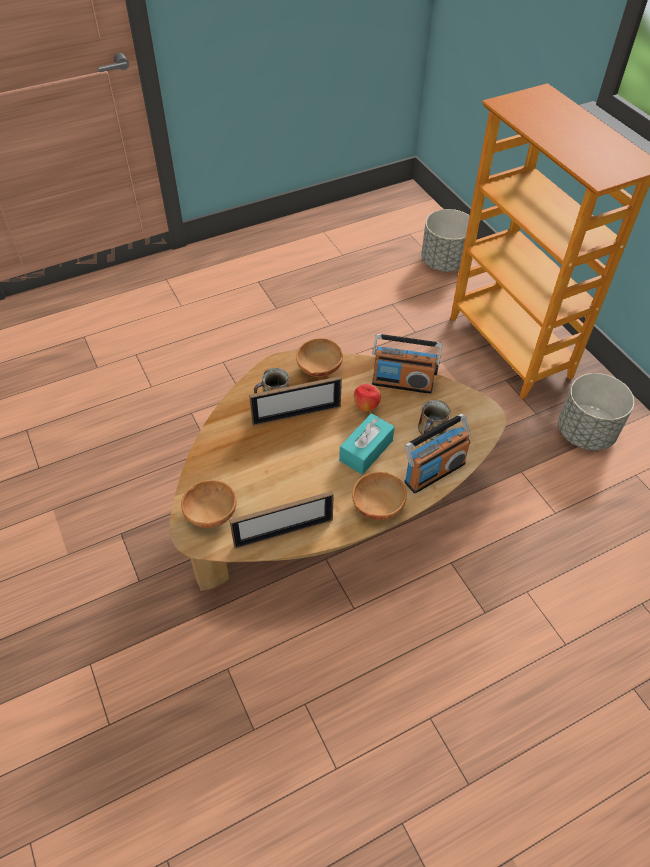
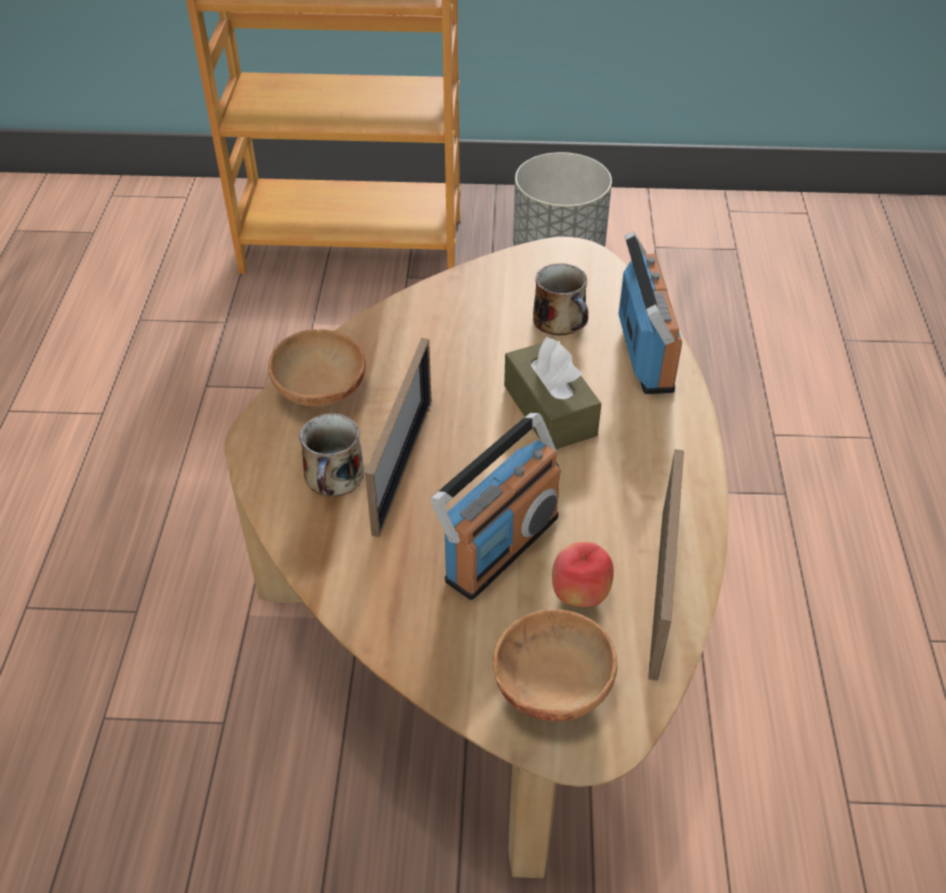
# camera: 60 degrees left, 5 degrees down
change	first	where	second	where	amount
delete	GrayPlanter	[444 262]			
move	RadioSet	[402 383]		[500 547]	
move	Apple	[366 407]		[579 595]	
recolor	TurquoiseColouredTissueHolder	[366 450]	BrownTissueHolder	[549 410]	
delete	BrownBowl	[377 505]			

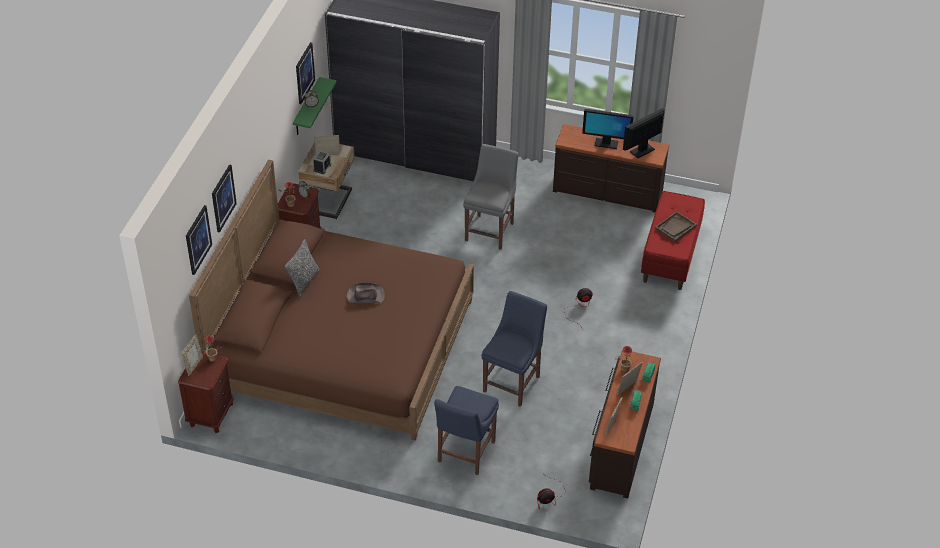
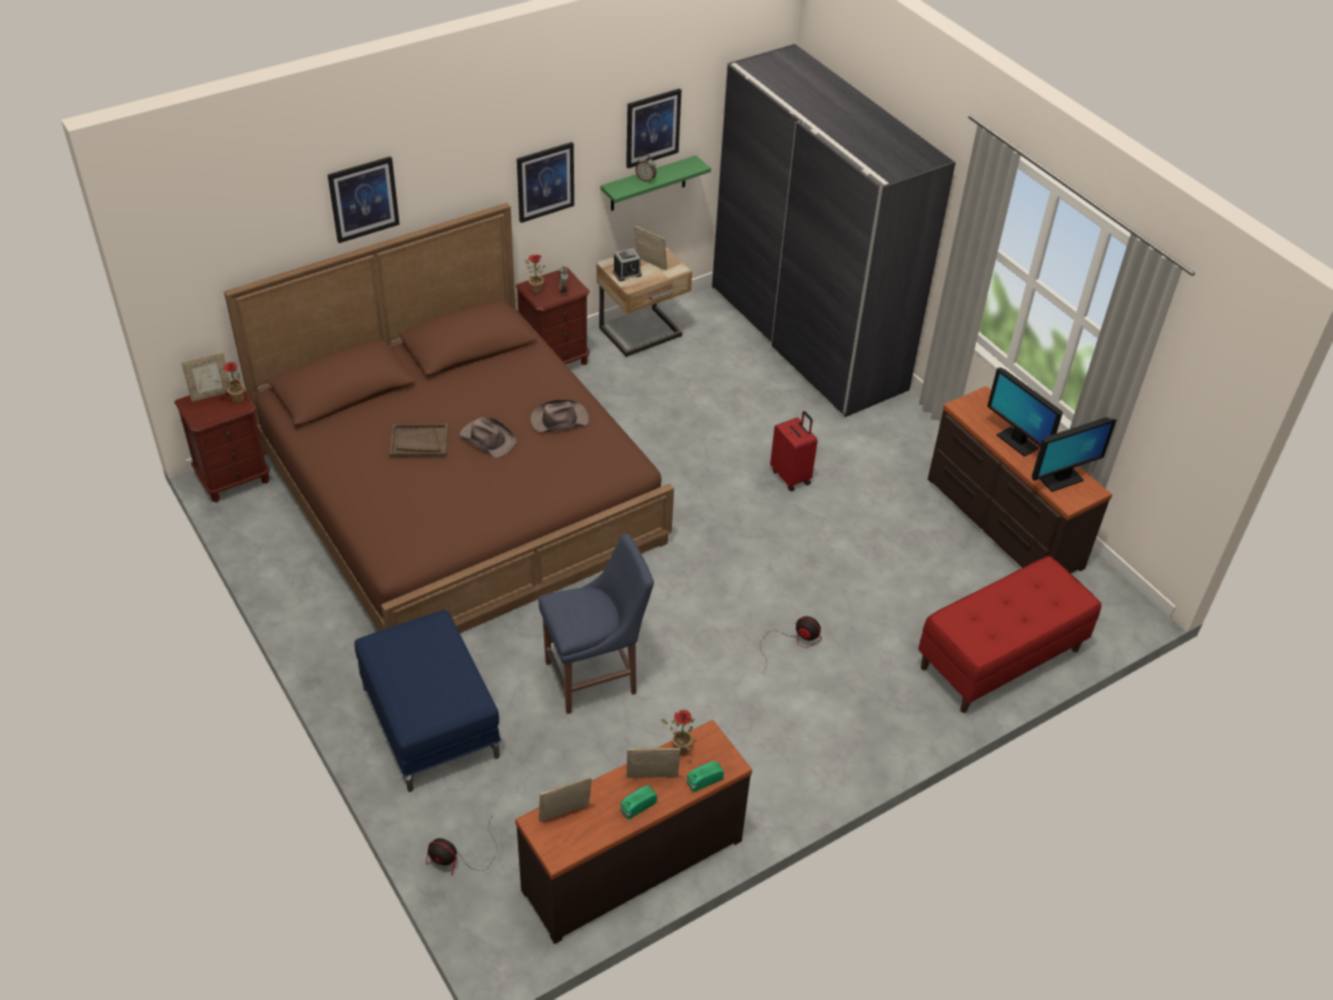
# camera: 40 degrees right, 0 degrees up
change	first	where	second	where	amount
rotate	ComputerScreen	[642 150]		[1060 479]	150 degrees clockwise
replace	GrayUprightChair	[490 230]	RedColouredPieceOfLuggage	[791 476]	
move	WallPicture	[198 239]		[545 182]	
move	BrownTray	[675 227]		[419 442]	
delete	ThrowPillow	[304 282]			
replace	BlueColouredUprightChair	[464 454]	BlueColouredFootrest	[429 722]	
insert			BrownClothingHat	[558 420]	

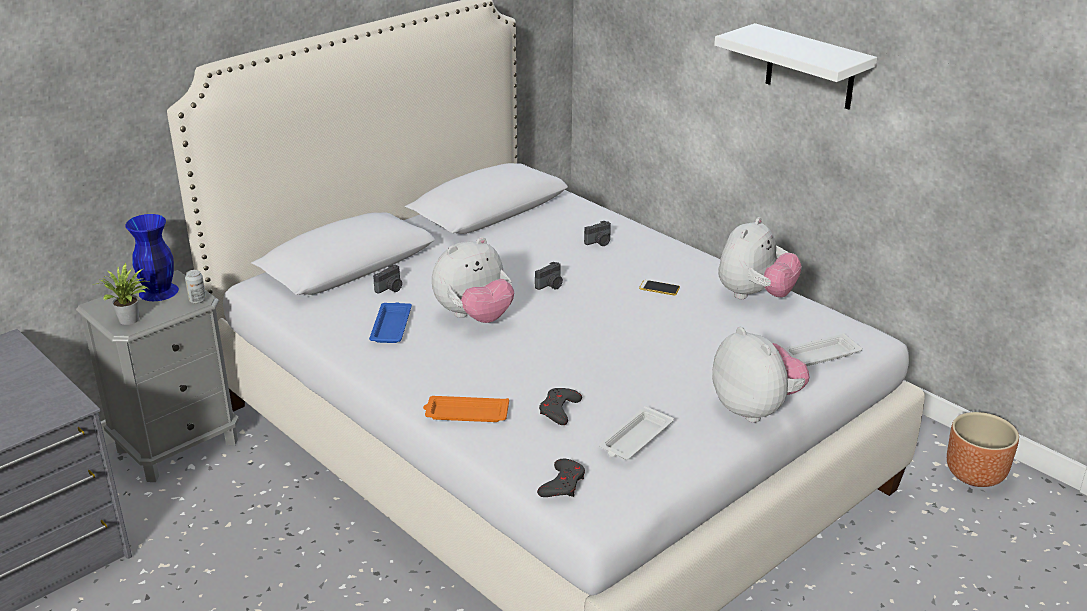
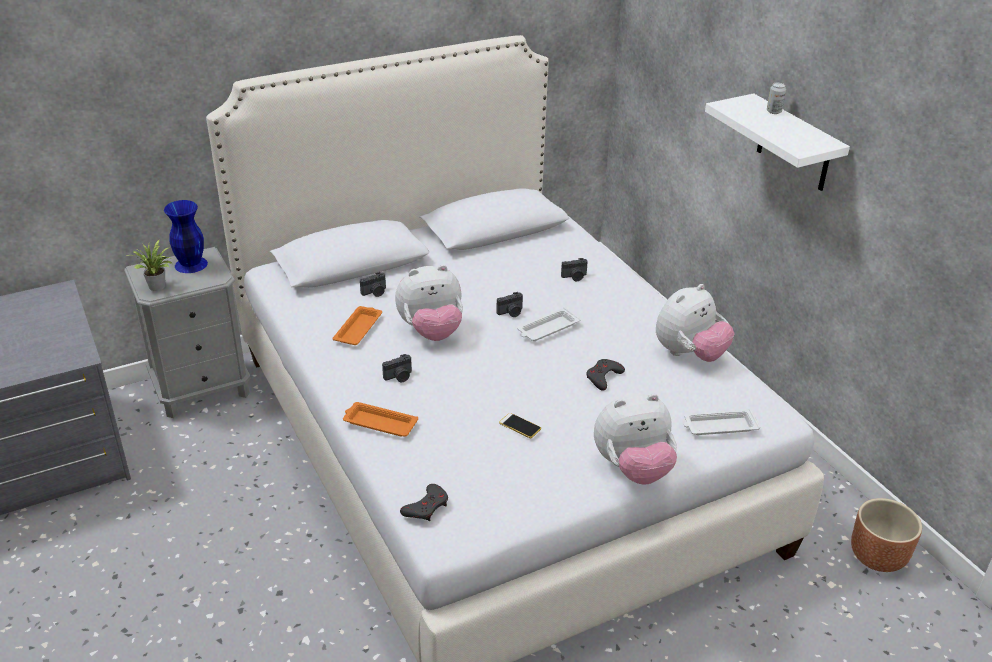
# camera: 15 degrees right, 5 degrees up
change	first	where	second	where	amount
move	Can	[197 300]		[774 111]	
move	Handset	[659 288]		[520 426]	
recolor	BlueColouredTray	[391 326]	OrangeColouredTray	[358 329]	
rotate	PlushToy	[756 409]		[633 469]	90 degrees clockwise
move	GrayJoypad	[559 410]		[603 377]	
move	WhitishTray	[635 439]		[547 329]	
insert			StillCamera	[399 377]	

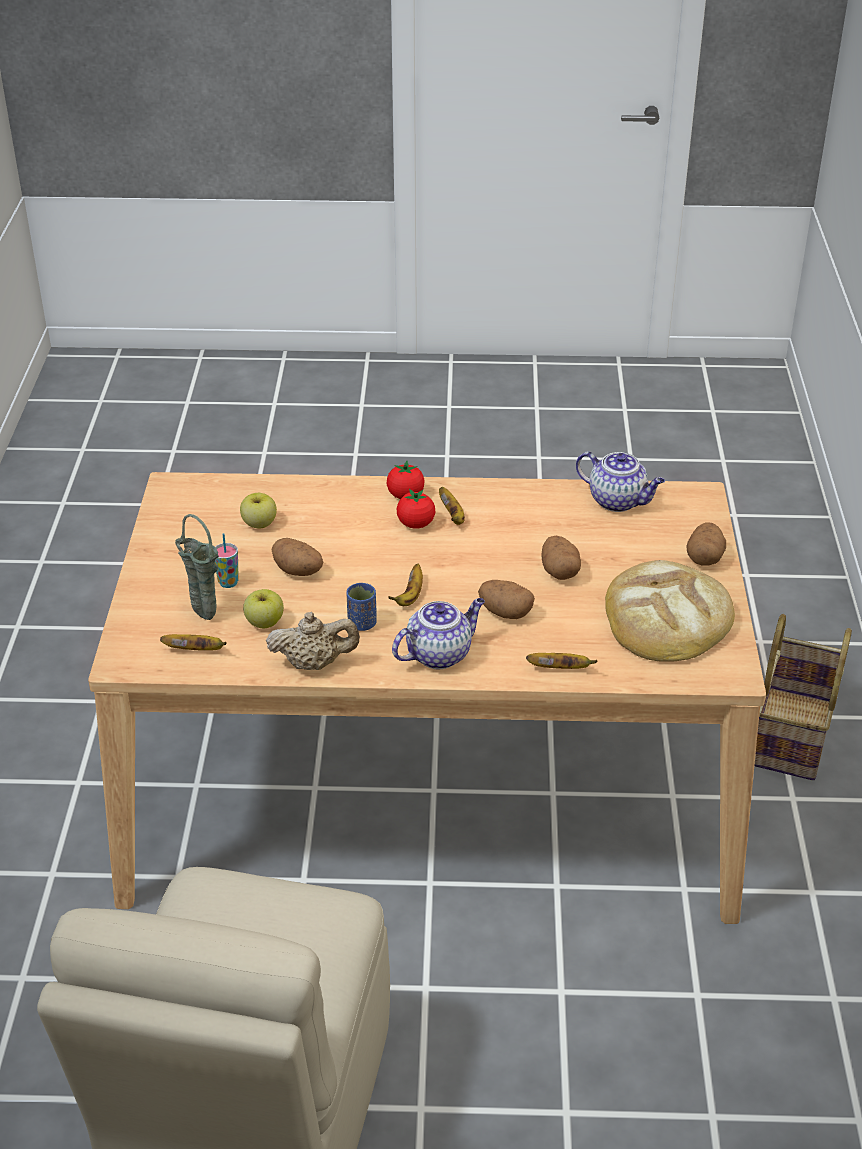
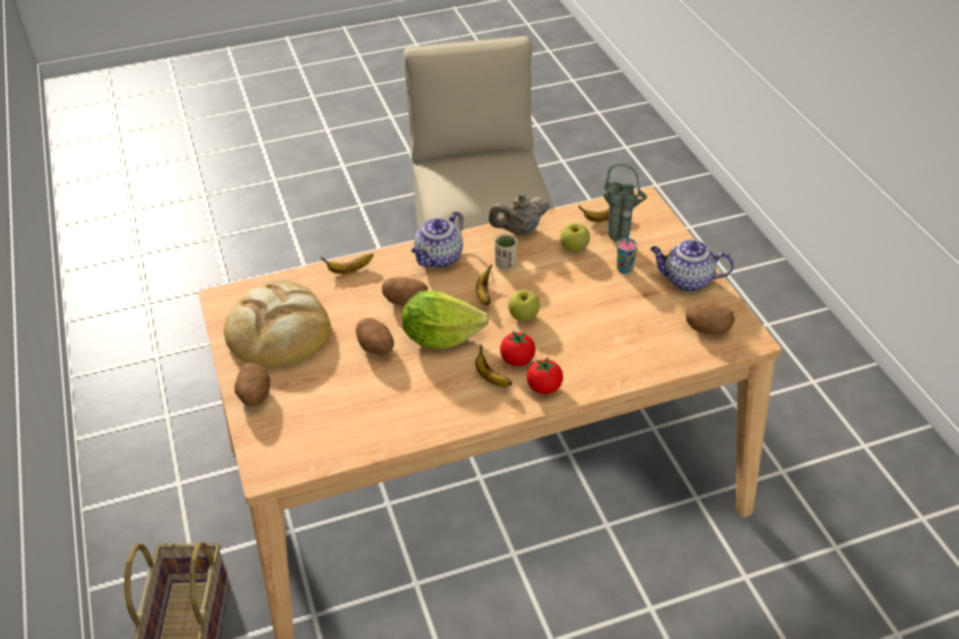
# camera: 160 degrees right, 5 degrees up
change	first	where	second	where	amount
move	TeaPot	[618 501]		[686 281]	
move	Apple	[259 524]		[524 316]	
move	Spud	[299 571]		[707 329]	
recolor	BlueColouredDrinkingCup	[362 624]	BeigeDrinkingCup	[506 265]	
insert			Lettuce	[441 337]	

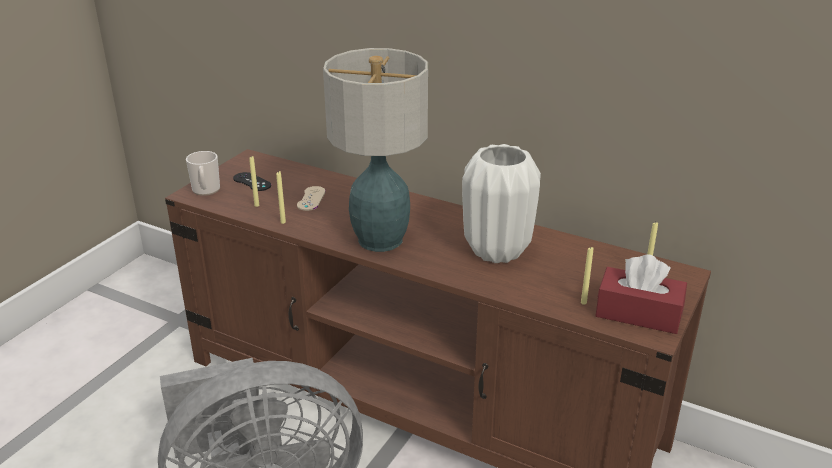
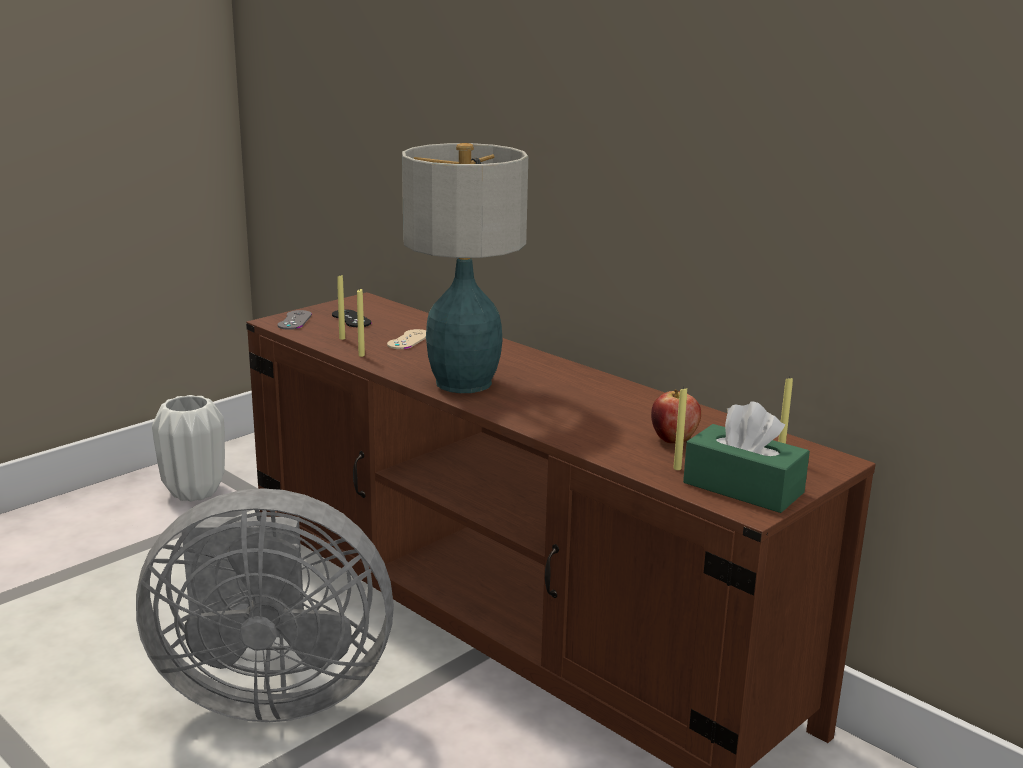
# camera: 15 degrees right, 10 degrees down
change	first	where	second	where	amount
move	WhitishVase	[497 252]		[194 492]	
replace	Mug	[206 190]	GrayJoypad	[294 320]	
recolor	RedColouredTissueHolder	[638 313]	GreenishTissueHolder	[743 488]	
insert			Apple	[673 440]	

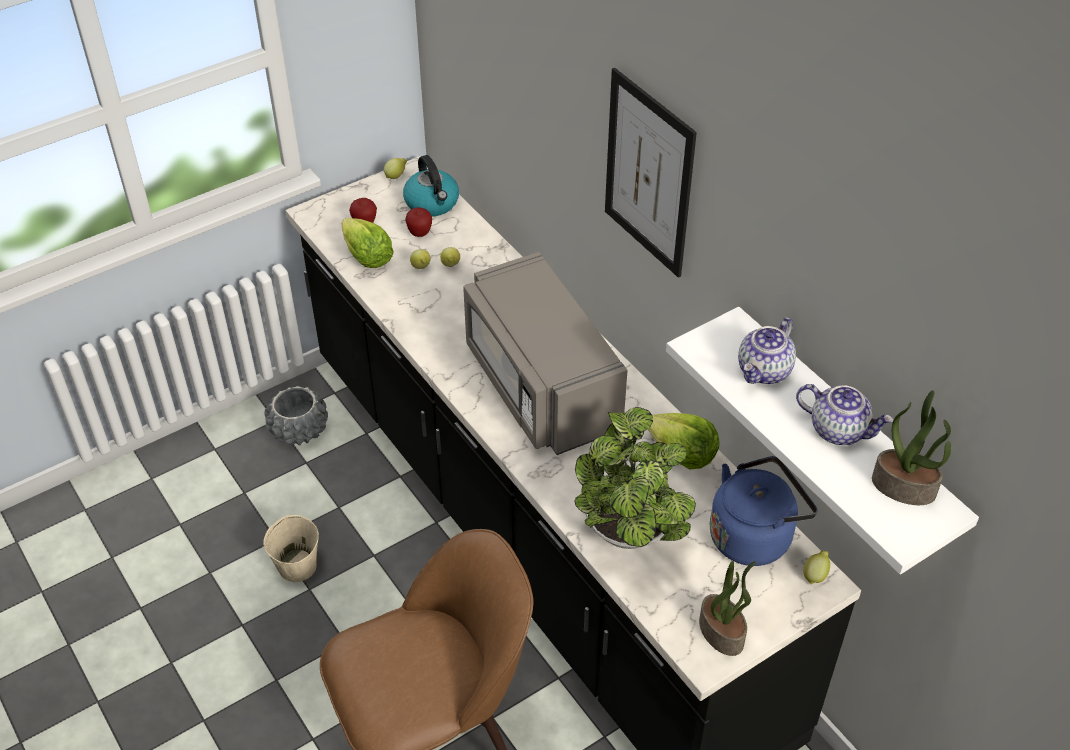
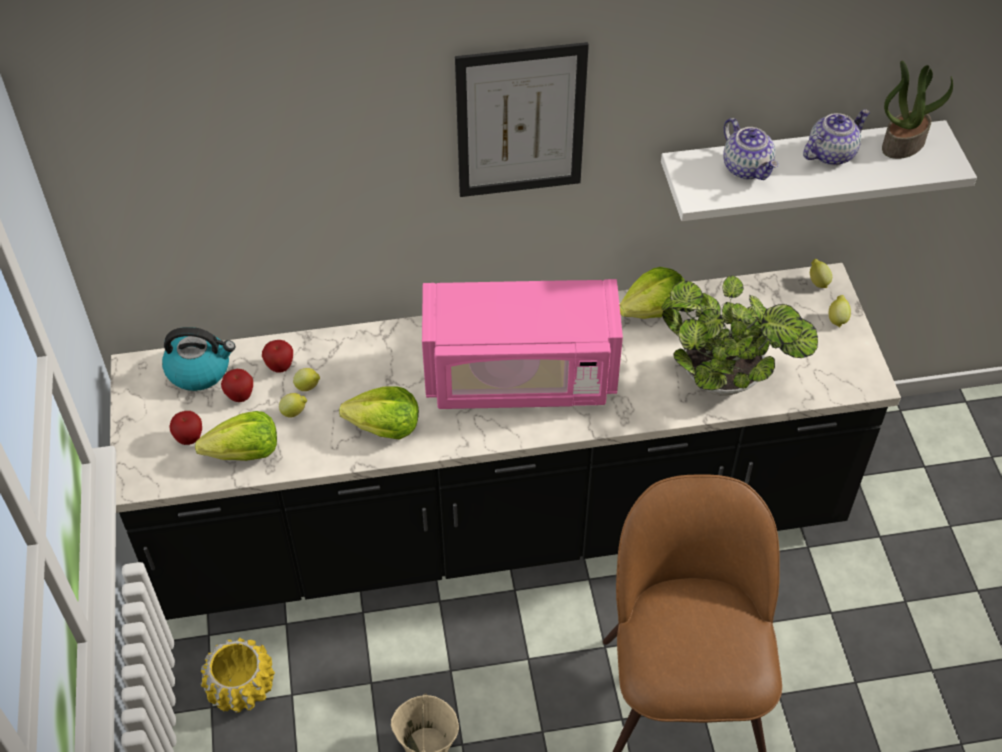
# camera: 65 degrees left, 5 degrees up
change	first	where	second	where	amount
move	WholeLemon	[396 176]		[837 319]	
recolor	GrayKitchenMicrowave	[541 387]	PinkishKitchenMicrowave	[520 377]	
recolor	GrayPlanter	[300 430]	YellowColouredPlanter	[242 686]	
delete	BlueColouredWaterKettle	[754 535]			
delete	PottedPlant	[722 633]			
insert			Apple	[280 367]	
insert			Lettuce	[385 427]	

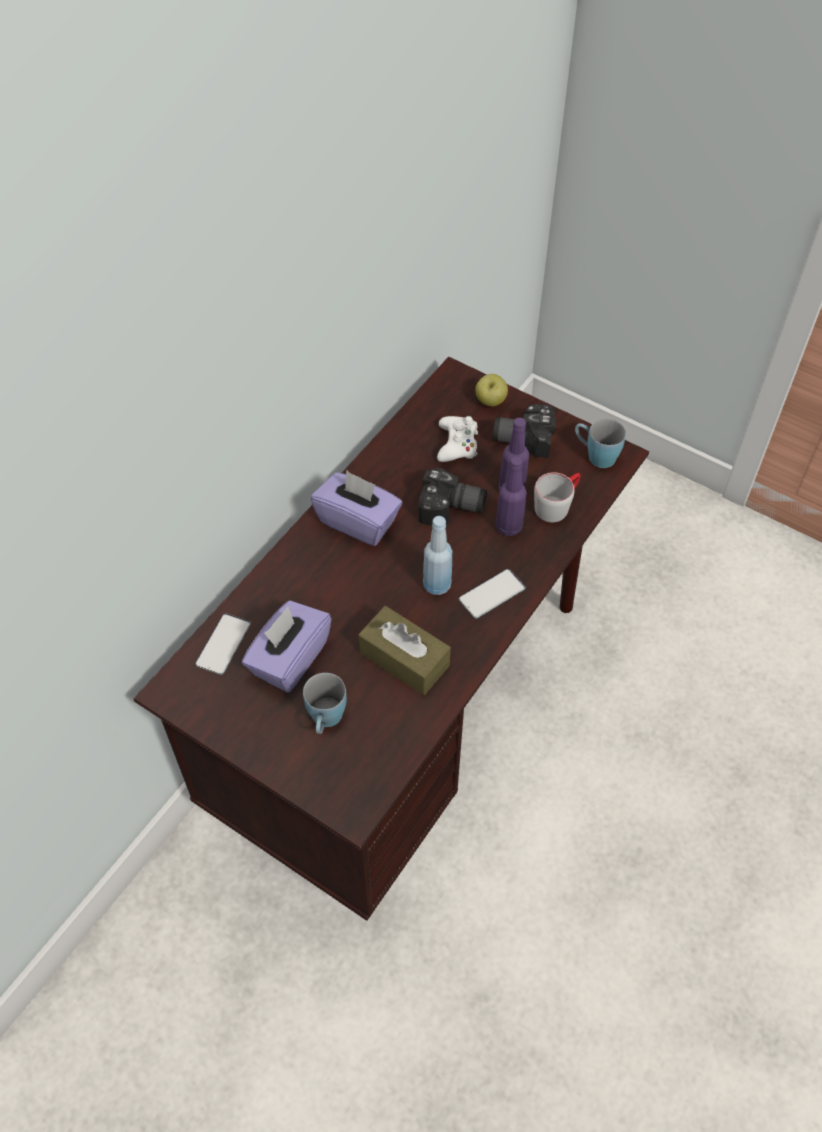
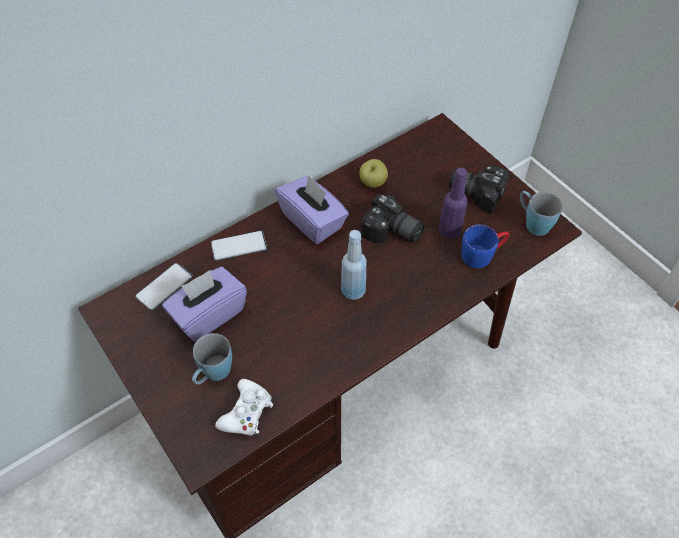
# camera: 20 degrees right, 0 degrees up
change	first	where	second	where	amount
move	Apple	[490 401]		[373 183]	
move	WhitishJoypad	[457 444]		[247 412]	
delete	PurpleBeverageBottle	[509 527]			
recolor	GrayMug	[557 504]	BlueColouredMug	[482 254]	
move	Handset	[492 594]		[239 246]	
delete	BrownTissueHolder	[404 659]			

